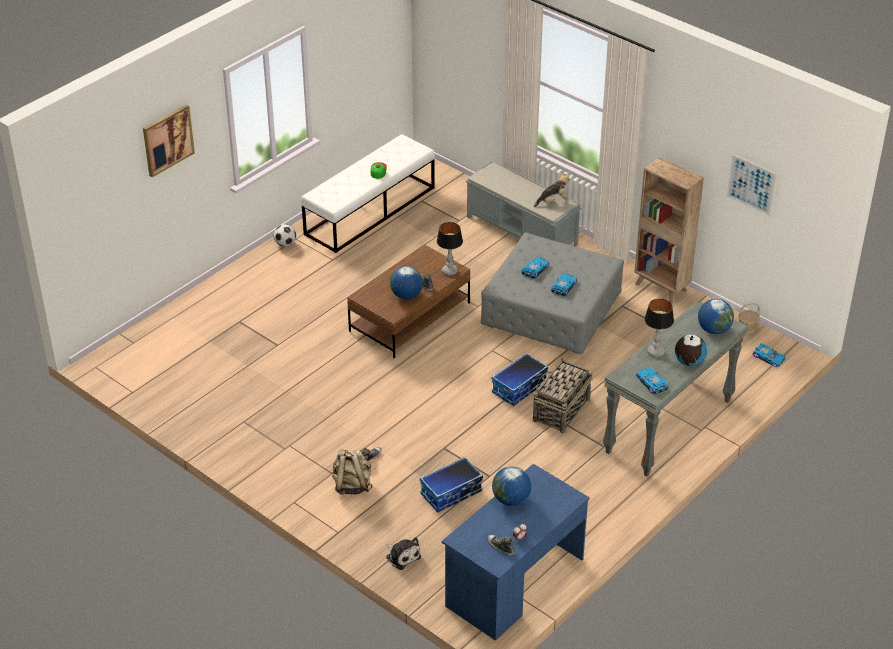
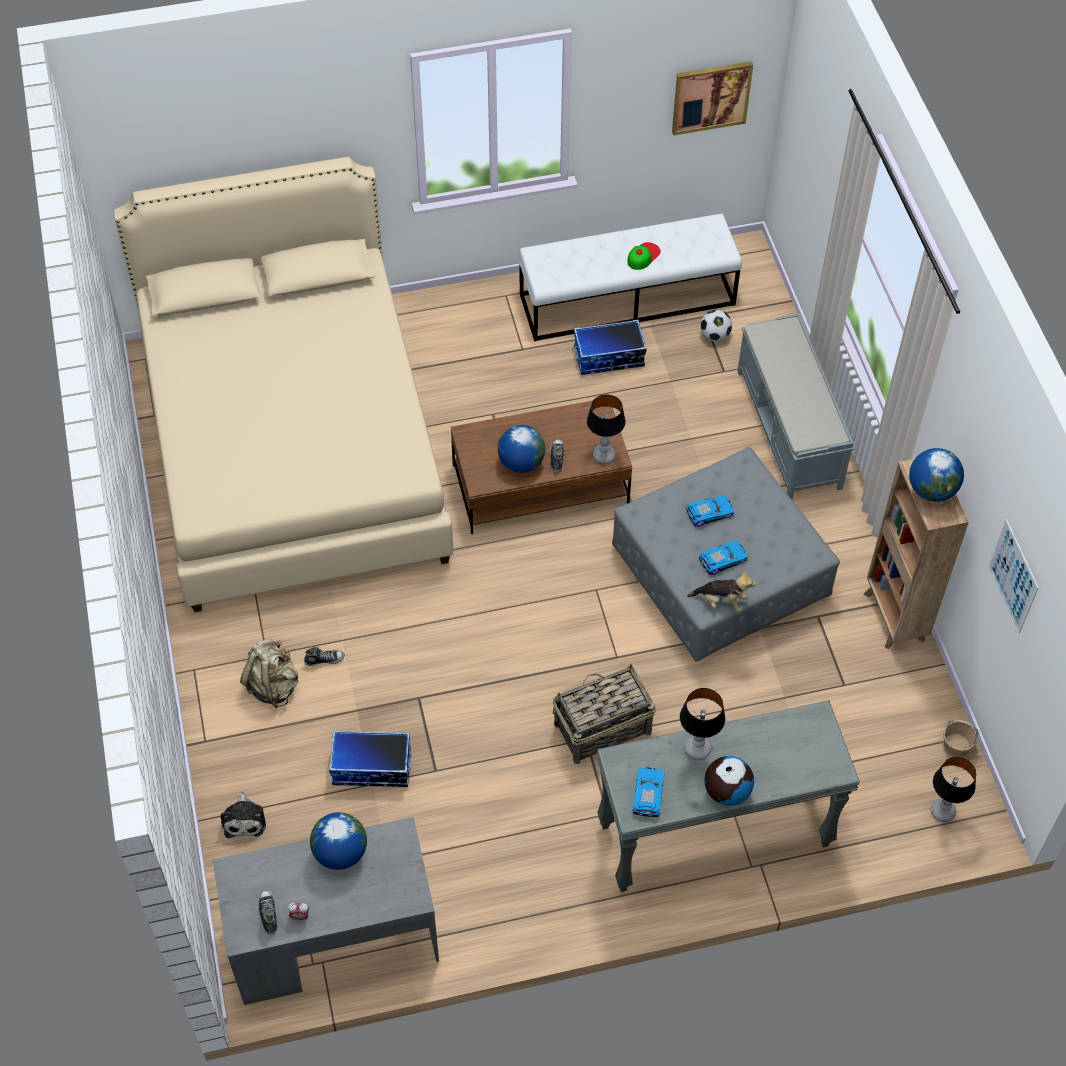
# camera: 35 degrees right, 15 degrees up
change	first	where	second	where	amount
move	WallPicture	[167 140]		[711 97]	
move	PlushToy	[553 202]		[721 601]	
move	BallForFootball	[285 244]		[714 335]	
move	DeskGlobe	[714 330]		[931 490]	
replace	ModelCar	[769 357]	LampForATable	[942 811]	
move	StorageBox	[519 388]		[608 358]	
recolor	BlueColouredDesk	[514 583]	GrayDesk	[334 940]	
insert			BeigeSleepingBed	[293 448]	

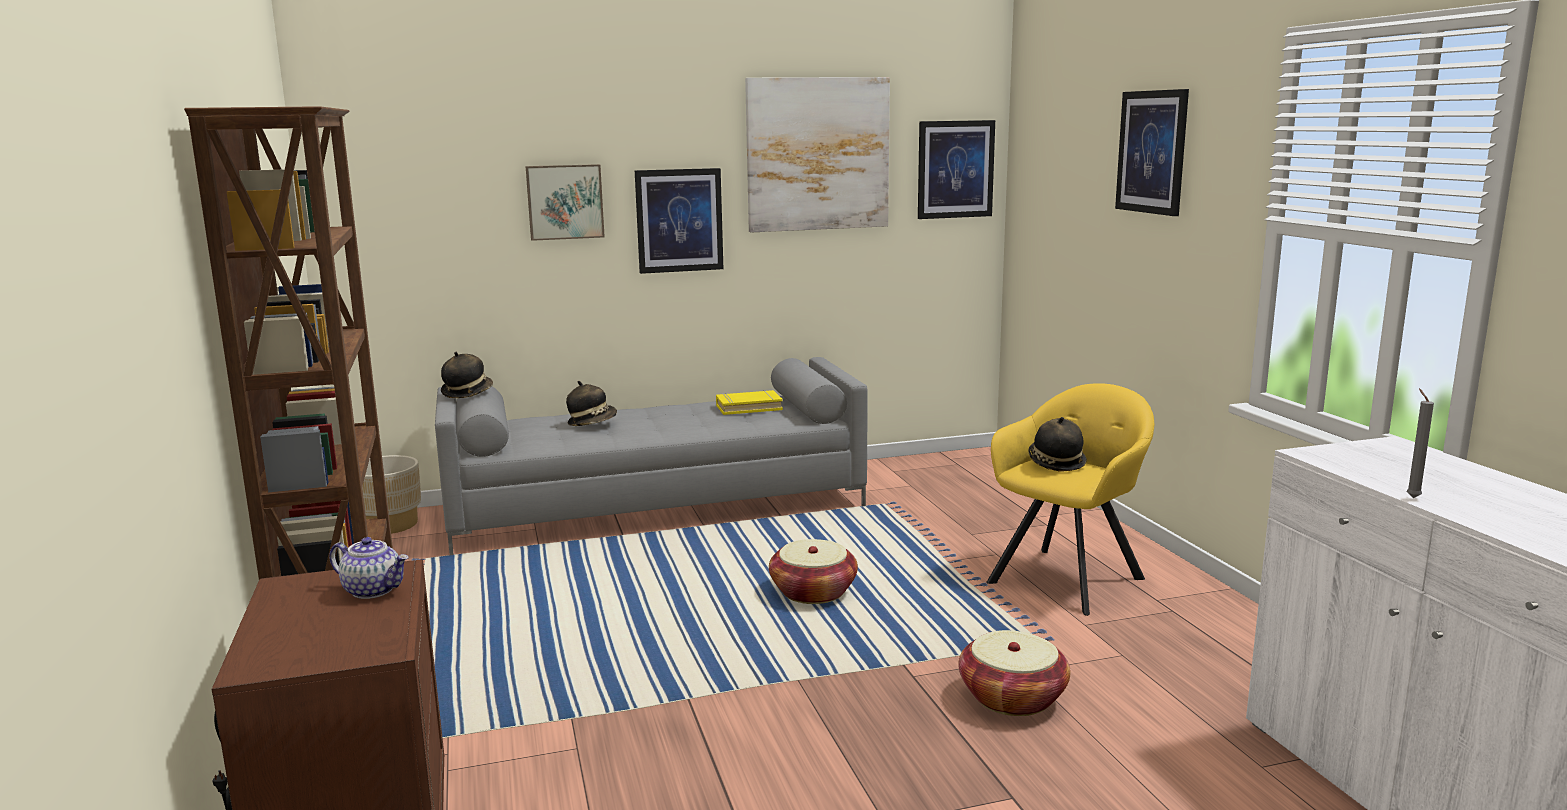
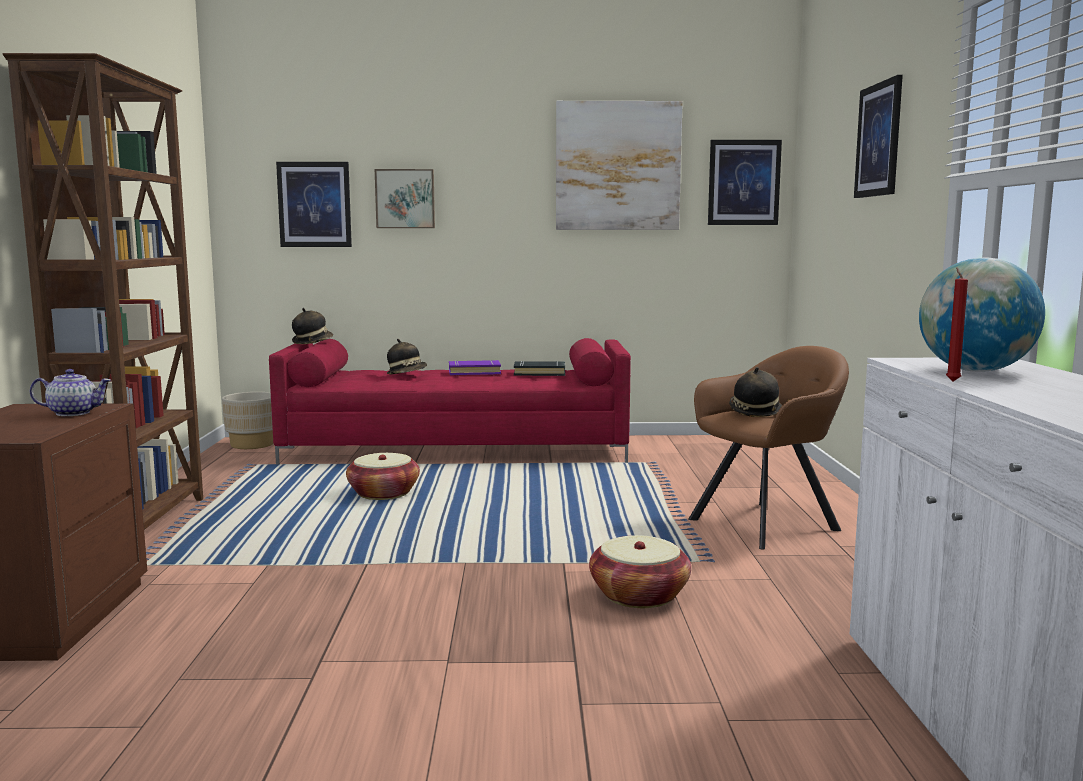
# camera: 15 degrees right, 5 degrees down
change	first	where	second	where	amount
move	WallPicture	[679 220]		[314 204]	
recolor	GraySettee	[657 506]	RedColouredSettee	[458 449]	
recolor	YellowColouredEasyChair	[1070 577]	BrownEasyChair	[769 523]	
recolor	GrayCandle	[1411 497]	RedColouredCandle	[952 381]	
recolor	YellowColouredBook	[748 407]	BlackishBook	[539 373]	
rotate	TeaPot	[374 590]		[74 413]	45 degrees counterclockwise
move	Basket	[813 592]		[383 493]	
insert			DeskGlobe	[975 371]	
insert			PurpleBook	[474 372]	

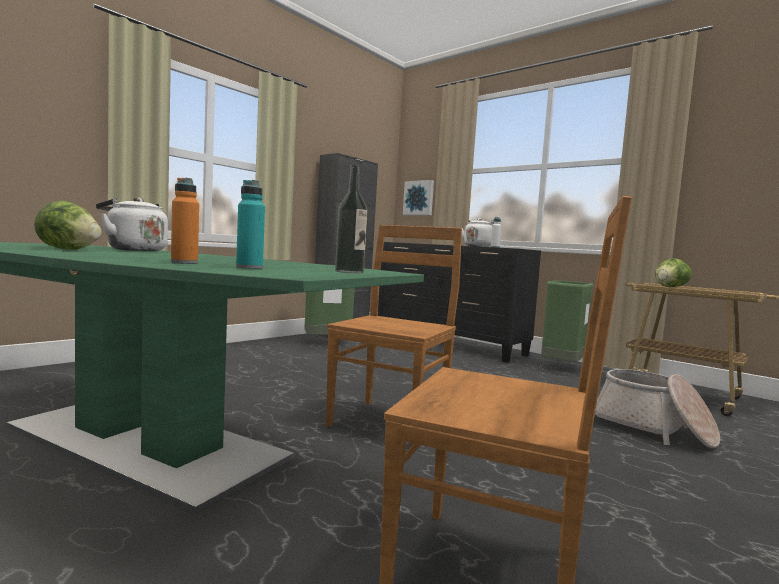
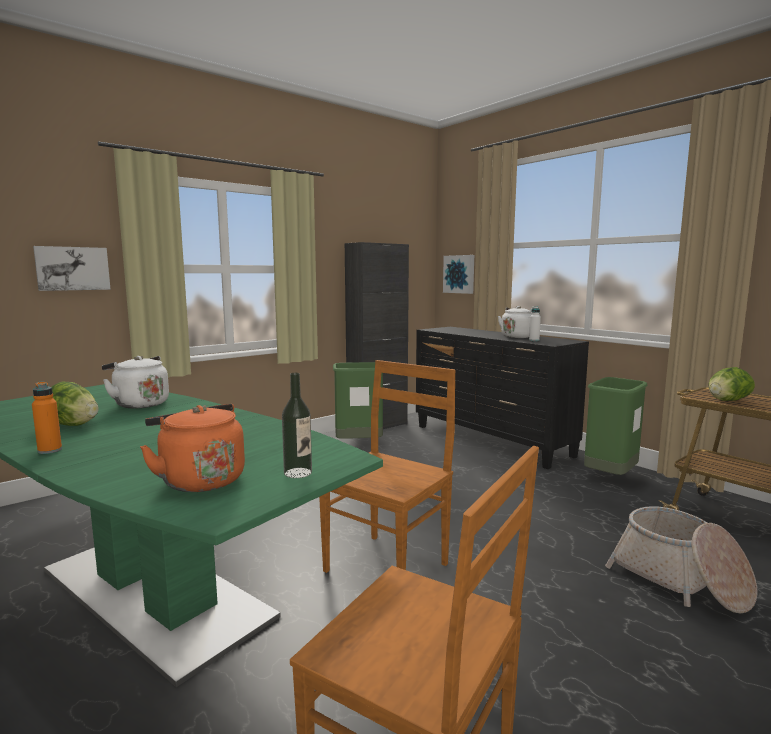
# camera: 10 degrees right, 5 degrees up
change	first	where	second	where	amount
move	OrangeColouredBeverageBottle	[184 263]		[50 450]	
replace	TurquoiseColouredBeverageBottle	[249 268]	OrangeColouredWaterKettle	[200 480]	
insert			WallPicture	[72 268]	

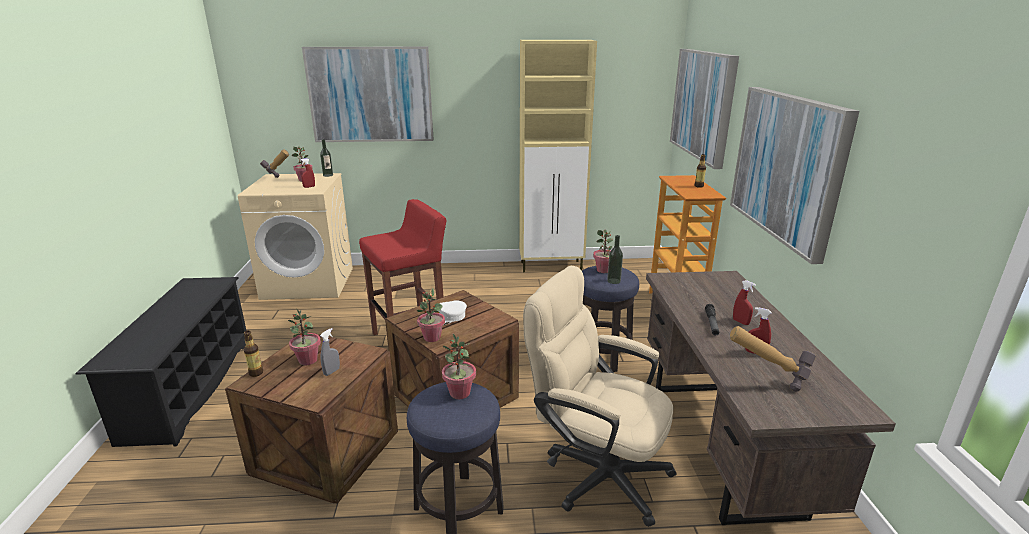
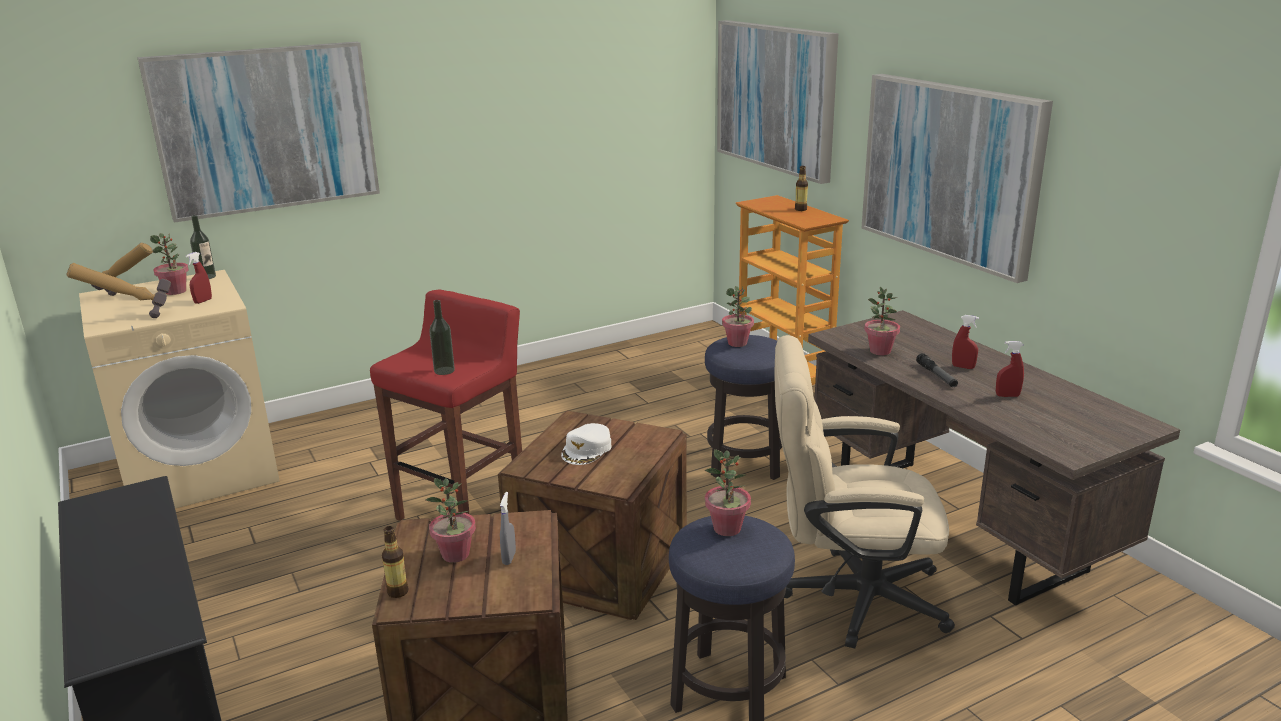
# camera: 25 degrees left, 0 degrees up
change	first	where	second	where	amount
delete	BeigeCupboard	[552 266]			
move	BeverageBottle	[614 281]		[444 371]	
move	PottedPlant	[432 338]		[880 351]	
move	Hammer	[765 383]		[130 318]	

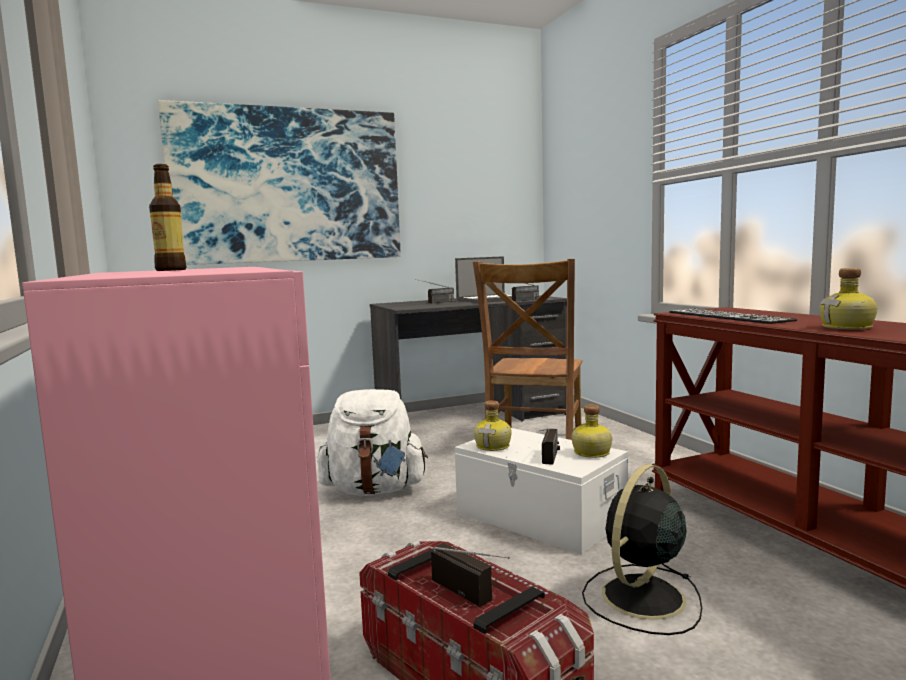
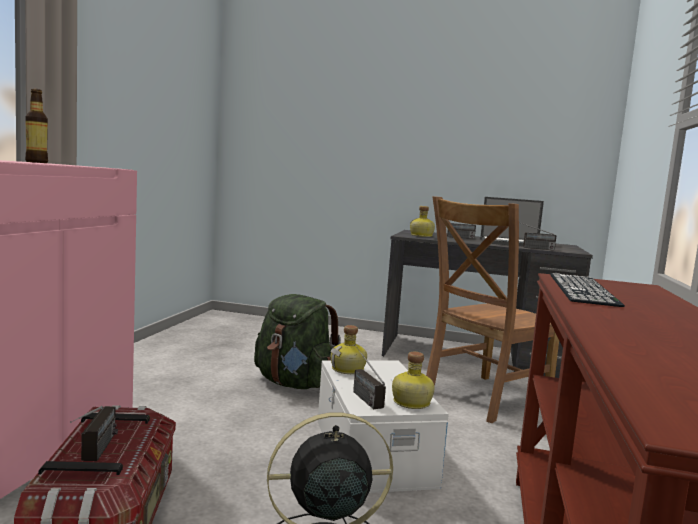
# camera: 35 degrees right, 0 degrees up
change	first	where	second	where	amount
delete	WallPicture	[288 185]			
move	BeverageBottle	[848 327]		[421 236]	
recolor	WhitishRucksack	[374 490]	GreenishRucksack	[294 384]	
rotate	RadioSet	[550 461]		[361 395]	105 degrees clockwise

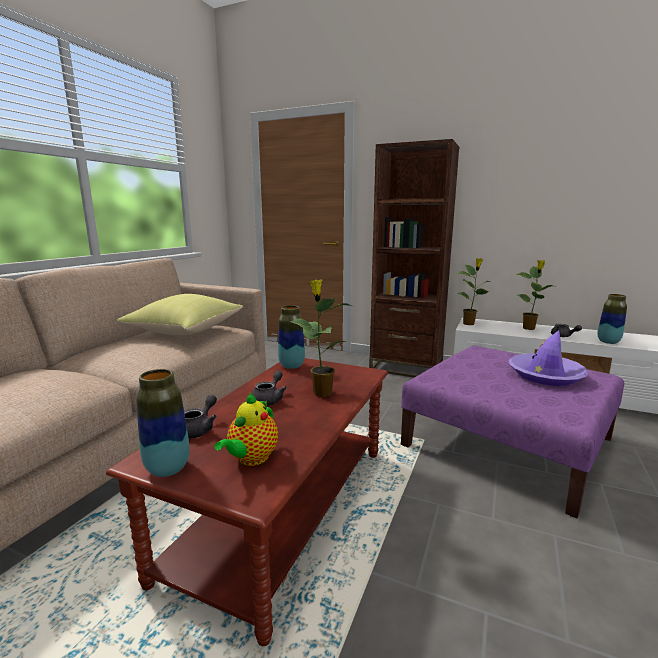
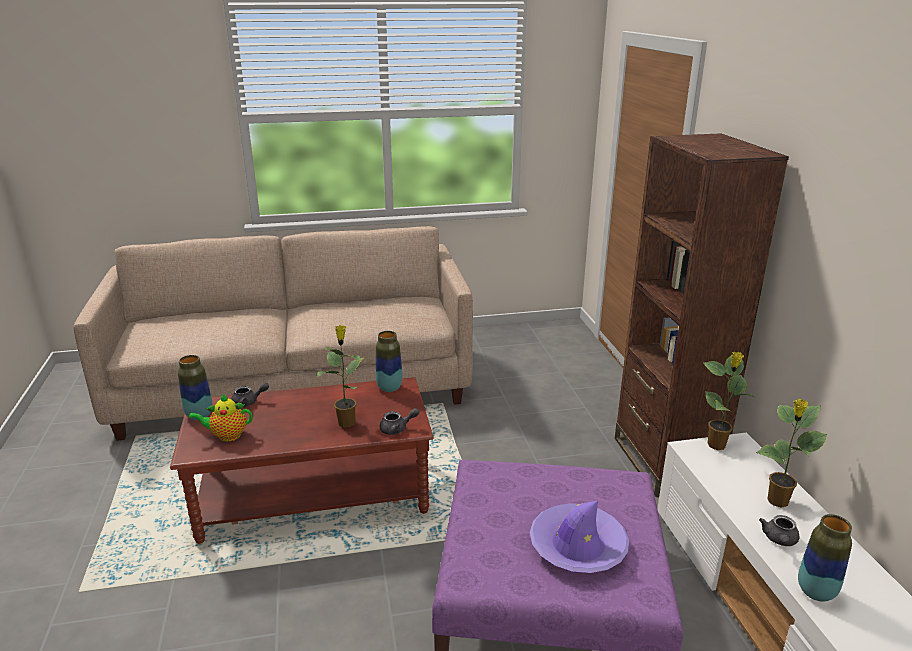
# camera: 55 degrees right, 10 degrees up
change	first	where	second	where	amount
delete	YellowColouredThrowPillow	[186 331]			
move	GrayTeaPot	[269 399]		[397 429]	

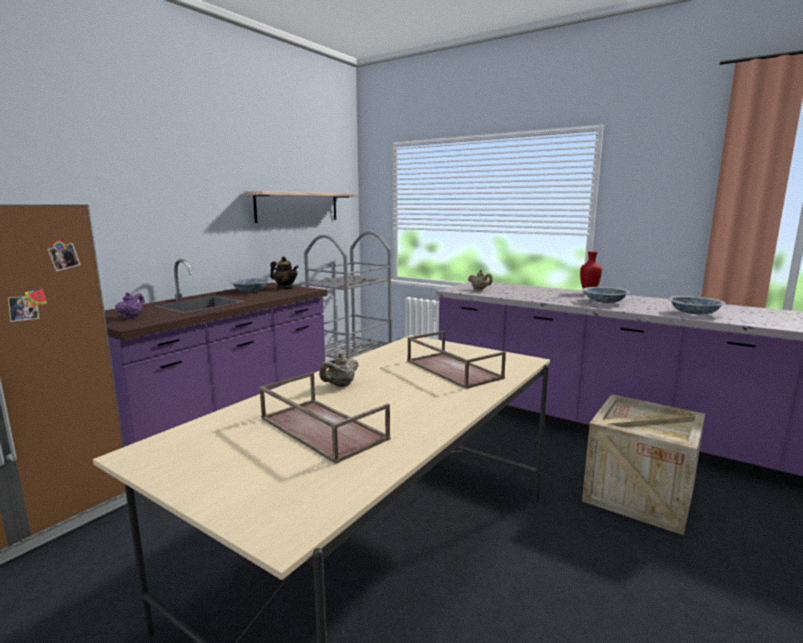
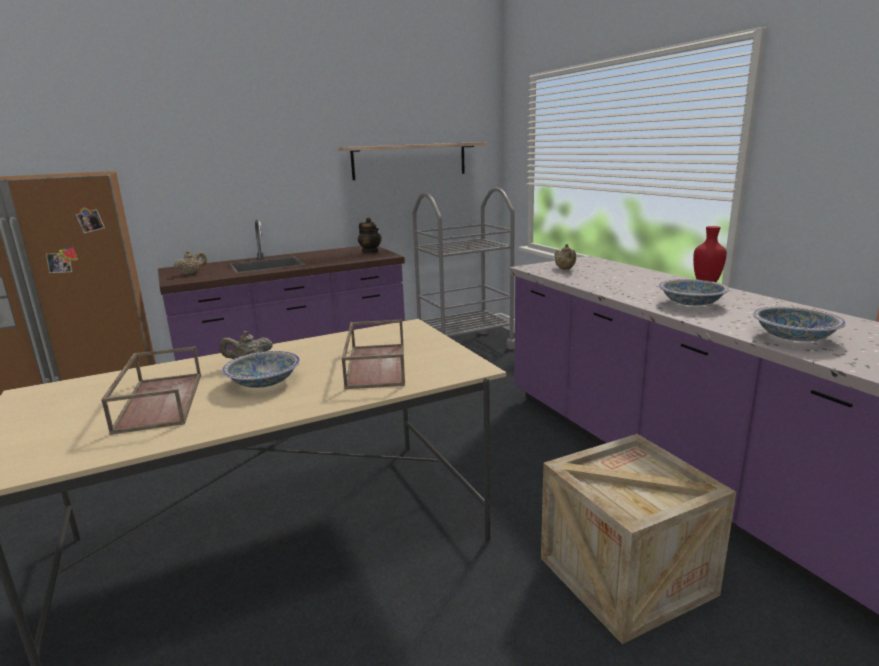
# camera: 30 degrees right, 5 degrees up
change	first	where	second	where	amount
move	Bowl	[250 291]		[263 382]	
recolor	PurpleTeaPot	[131 317]	BeigeTeaPot	[192 273]	

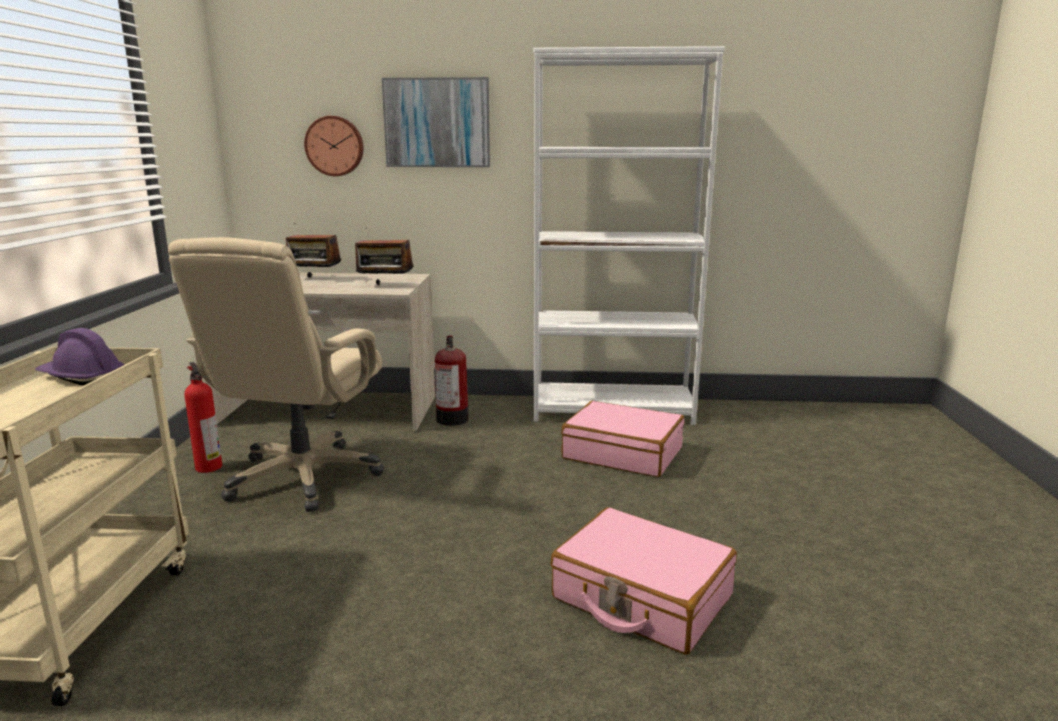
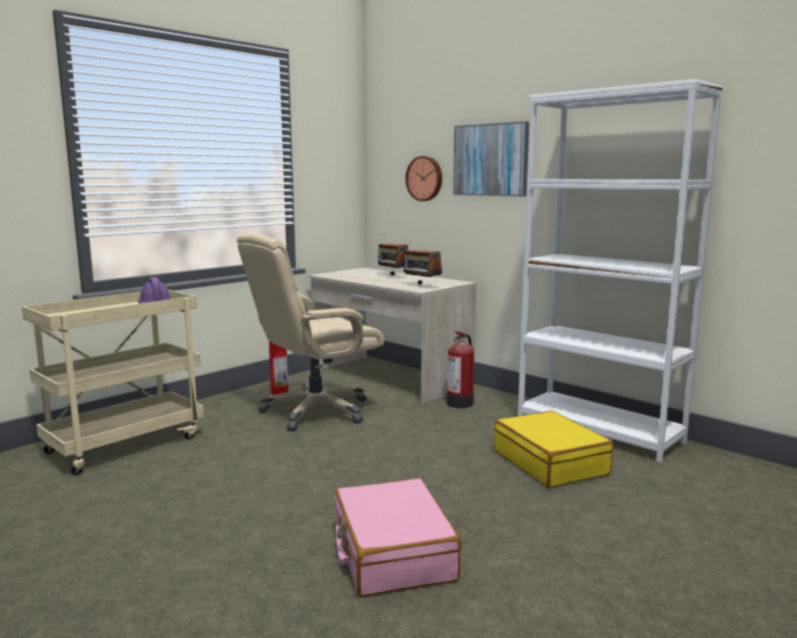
# camera: 40 degrees right, 5 degrees down
change	first	where	second	where	amount
recolor	PinkishPieceOfLuggage	[623 453]	YellowColouredPieceOfLuggage	[550 462]	

